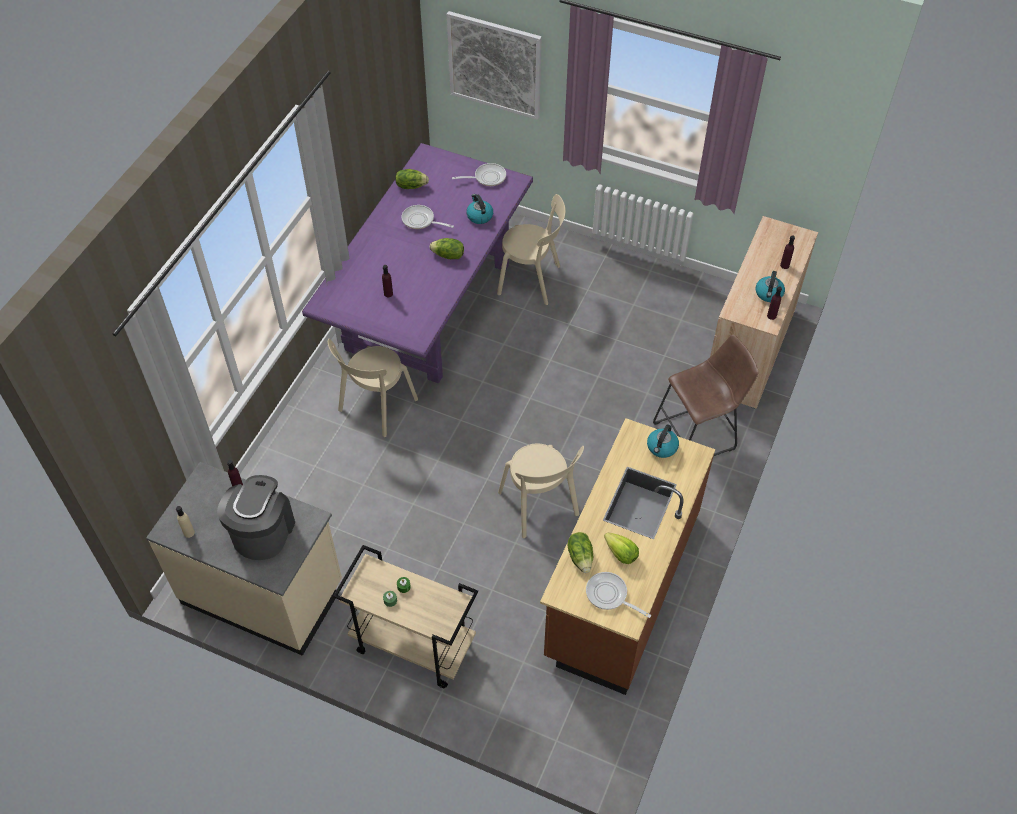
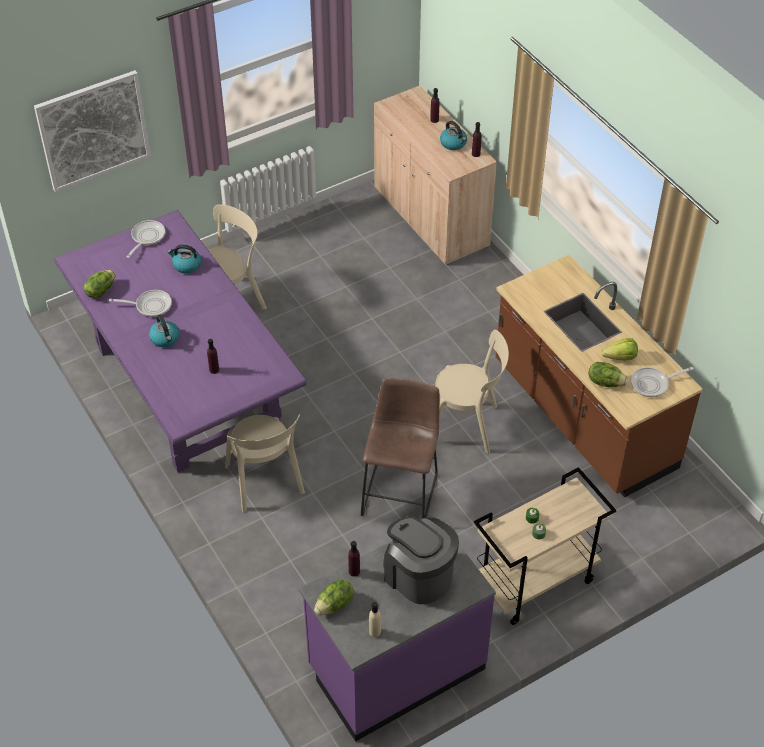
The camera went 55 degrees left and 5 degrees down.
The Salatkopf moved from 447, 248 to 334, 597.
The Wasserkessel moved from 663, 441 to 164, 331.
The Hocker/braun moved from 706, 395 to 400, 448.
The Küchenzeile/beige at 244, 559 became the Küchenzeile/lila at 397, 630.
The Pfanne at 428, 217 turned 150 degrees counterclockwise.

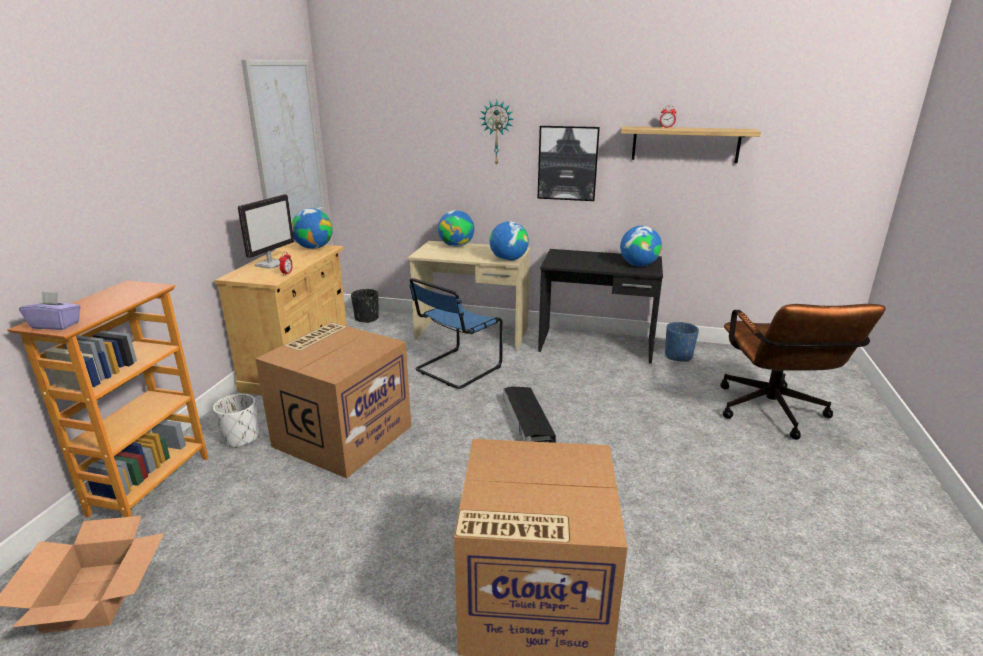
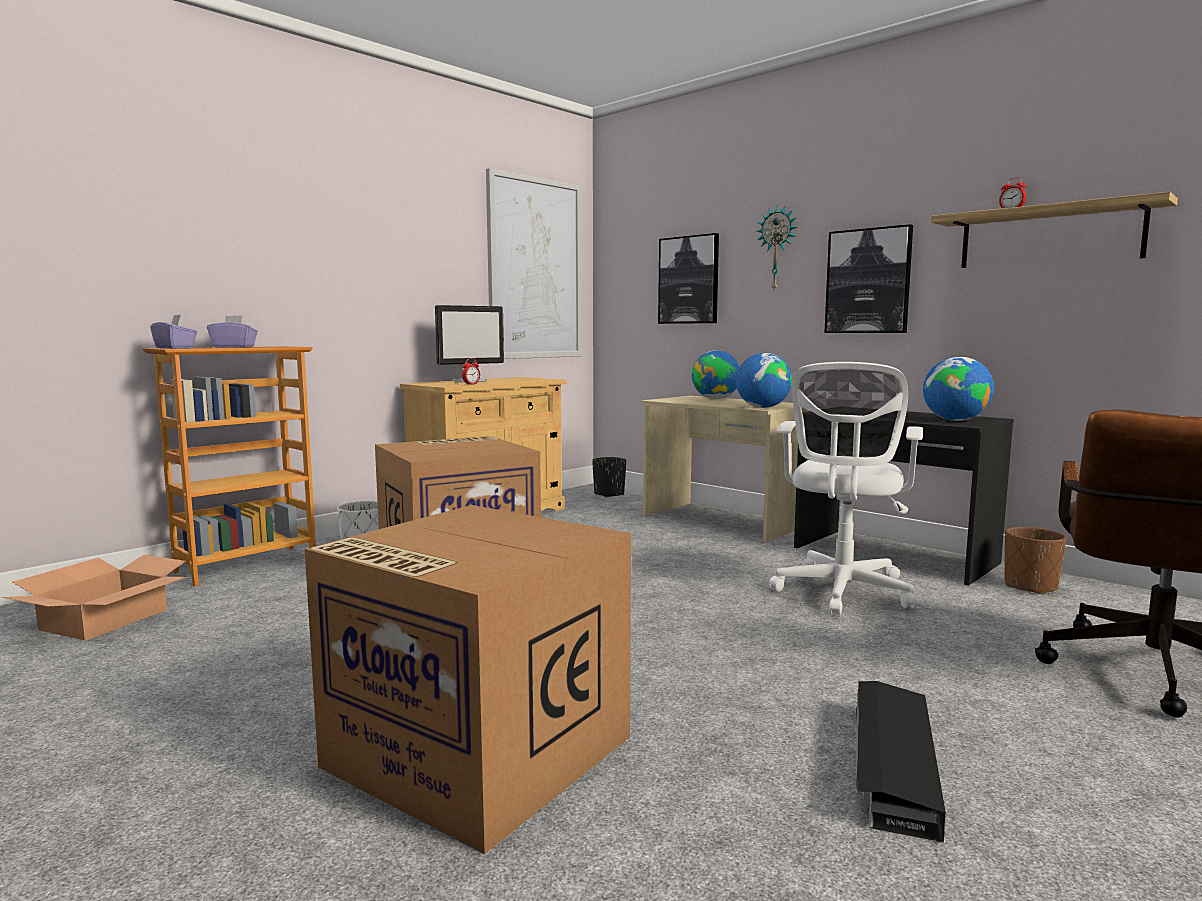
The camera went 30 degrees right and 15 degrees down.
The Globus at 312, 228 disappeared.
The Stuhl/blau at 456, 333 disappeared.
The Taschentuchbox/lila at 232, 331 appeared.
The Bild at 688, 278 appeared.
The Bürostuhl/weiß at 845, 488 appeared.
The Aufbewahrungsbox/schwarz moved from 530, 414 to 901, 762.
The Pflanzkübel/blau at 682, 342 became the Pflanzkübel/braun at 1035, 561.

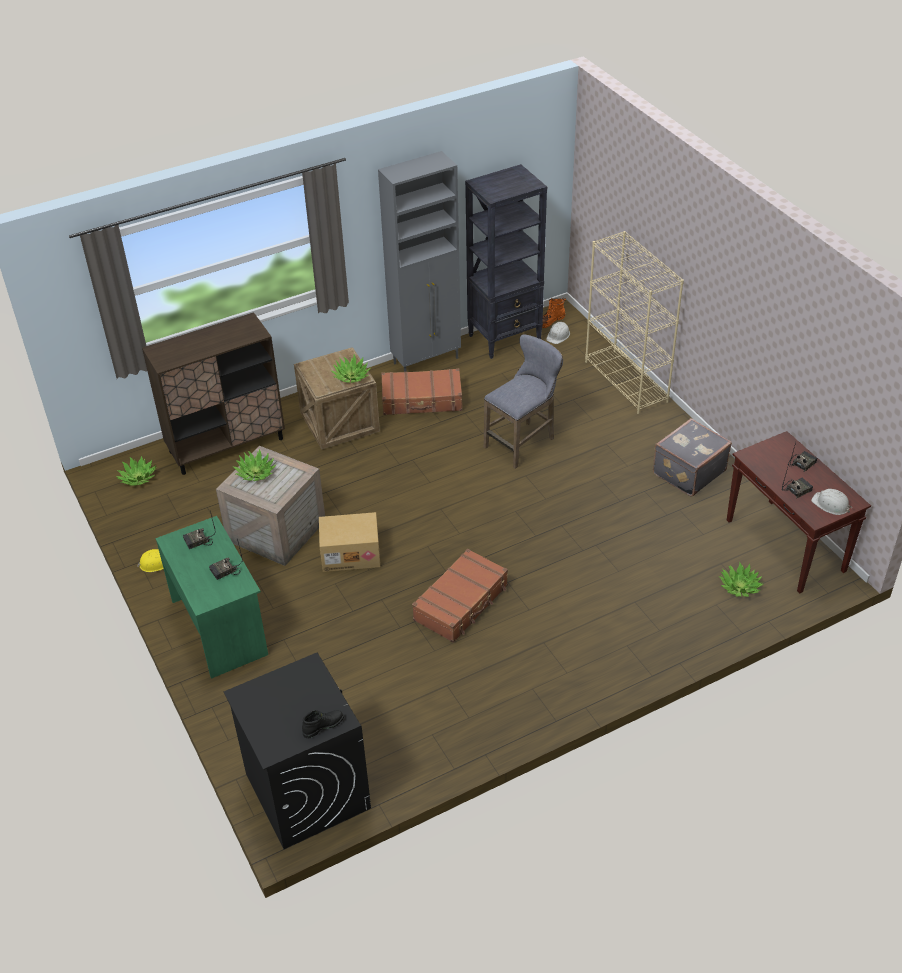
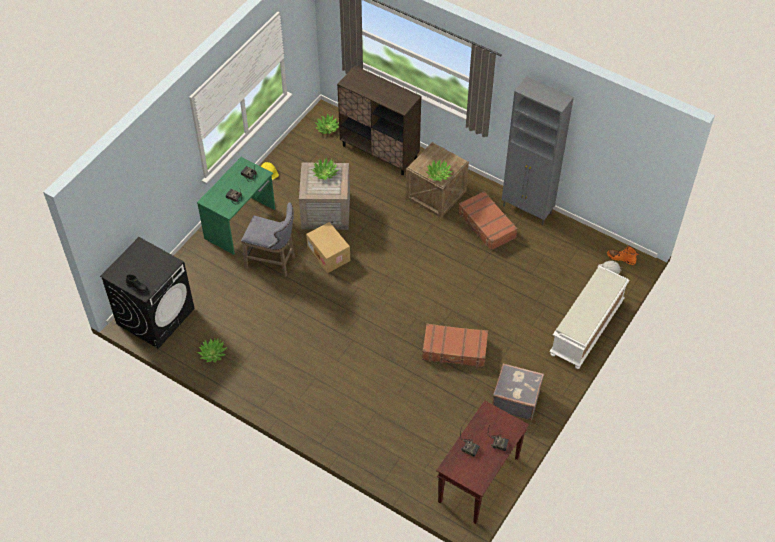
The camera went 60 degrees right and 10 degrees up.
The Bücherregal/schwarz at 506, 261 disappeared.
The Schutzhelm/weiß at 831, 502 disappeared.
The Koffer/braun moved from 460, 596 to 455, 345.
The Hocker/grau moved from 523, 401 to 268, 239.
The Topfpflanze moved from 740, 580 to 212, 350.
The Bücherregal/beige at 634, 322 was replaced by the Bank/weiß at 589, 317.

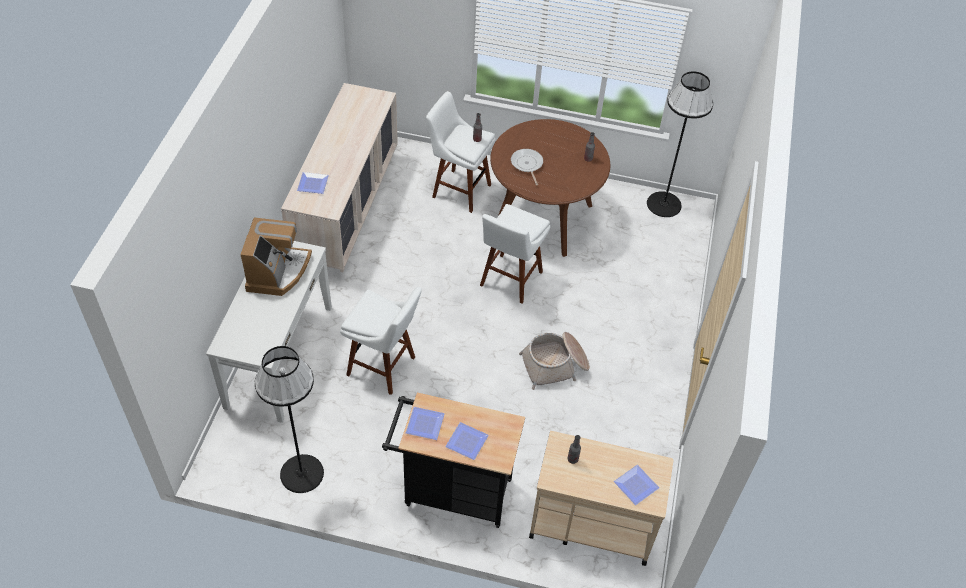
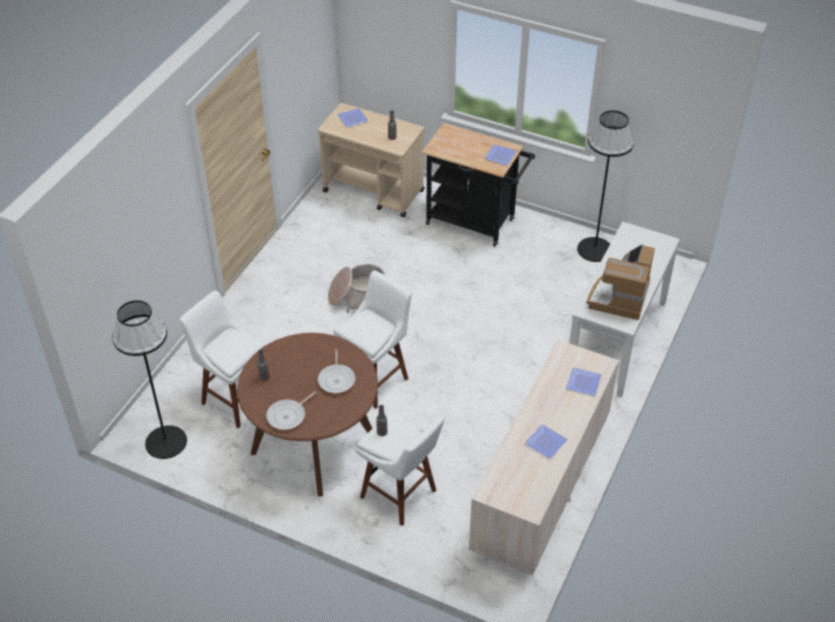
The camera went 165 degrees left and 5 degrees down.
The Pfanne at 291, 410 appeared.
The Hocker/weiß moved from 381, 341 to 223, 359.
The Teller moved from 467, 441 to 546, 441.

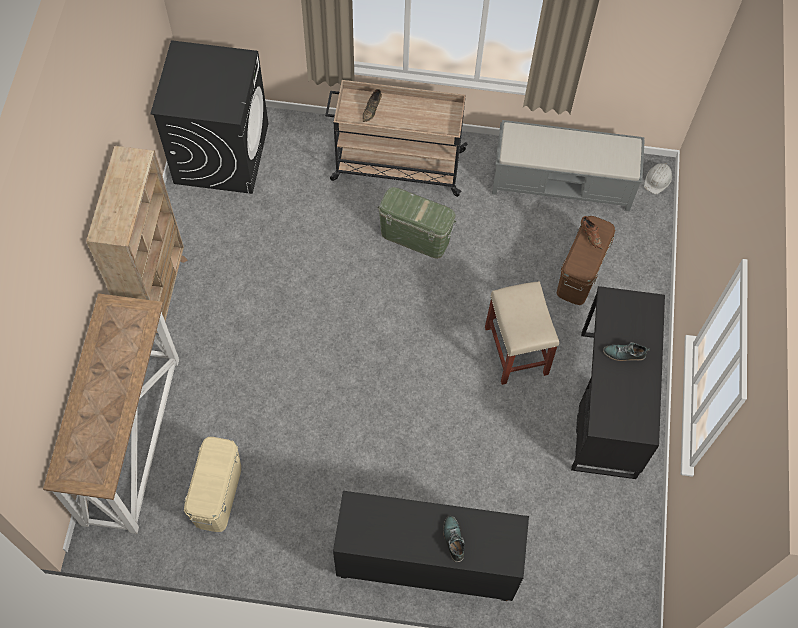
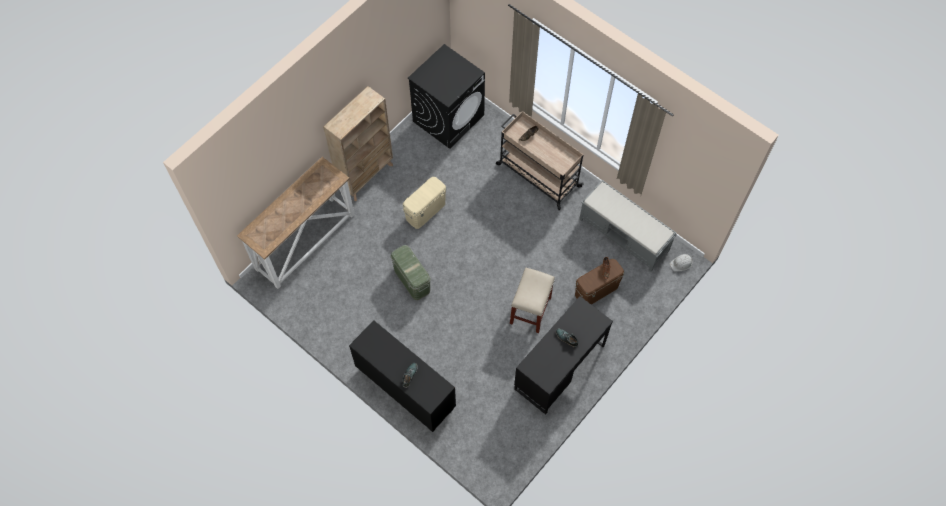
The camera went 35 degrees right and 0 degrees up.
The Aufbewahrungsbox/beige moved from 212, 484 to 424, 203.
The Aufbewahrungsbox/grün moved from 417, 223 to 411, 272.

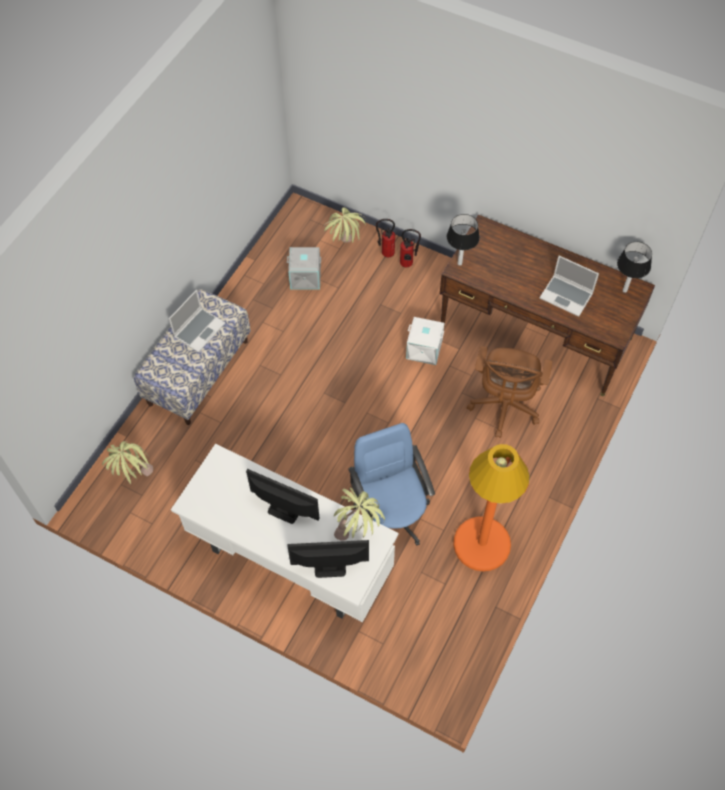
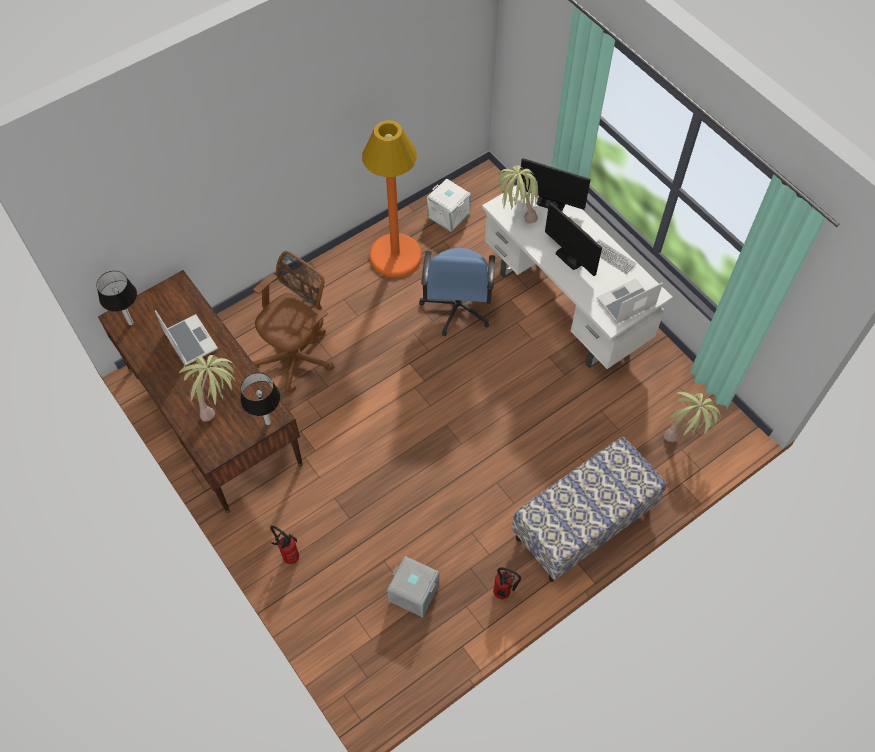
The camera went 155 degrees left and 0 degrees up.
The Tastatur at 616, 257 appeared.
The Laptop moved from 197, 321 to 630, 301.
The Topfpflanze moved from 345, 225 to 207, 388.
The Feuerlöscher moved from 385, 238 to 507, 583.
The Aufbewahrungsbox/weiß moved from 425, 341 to 449, 205.

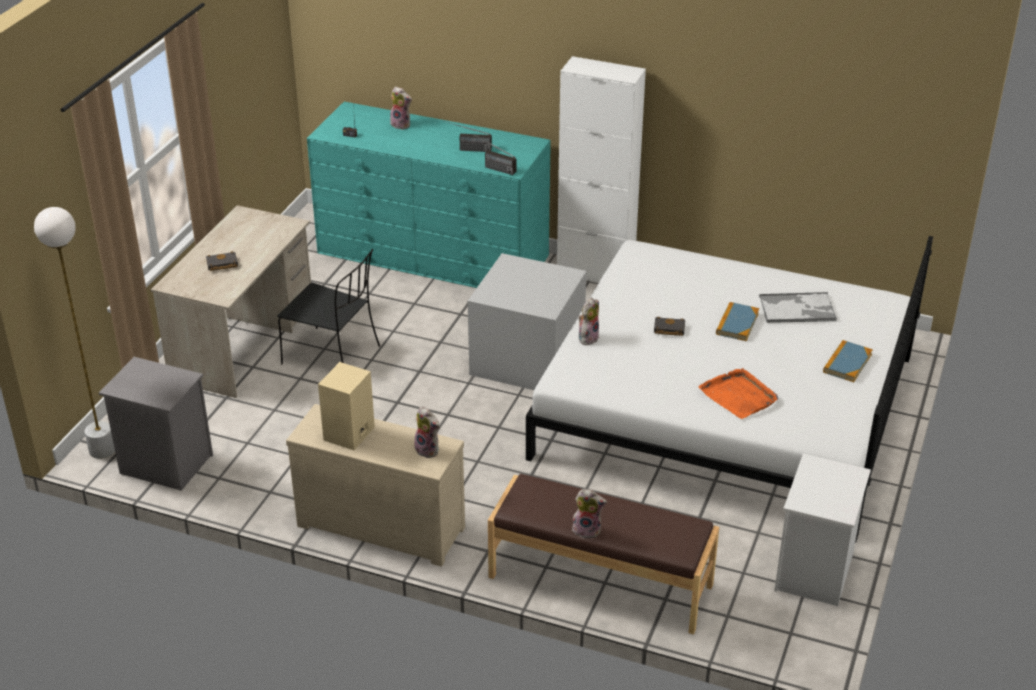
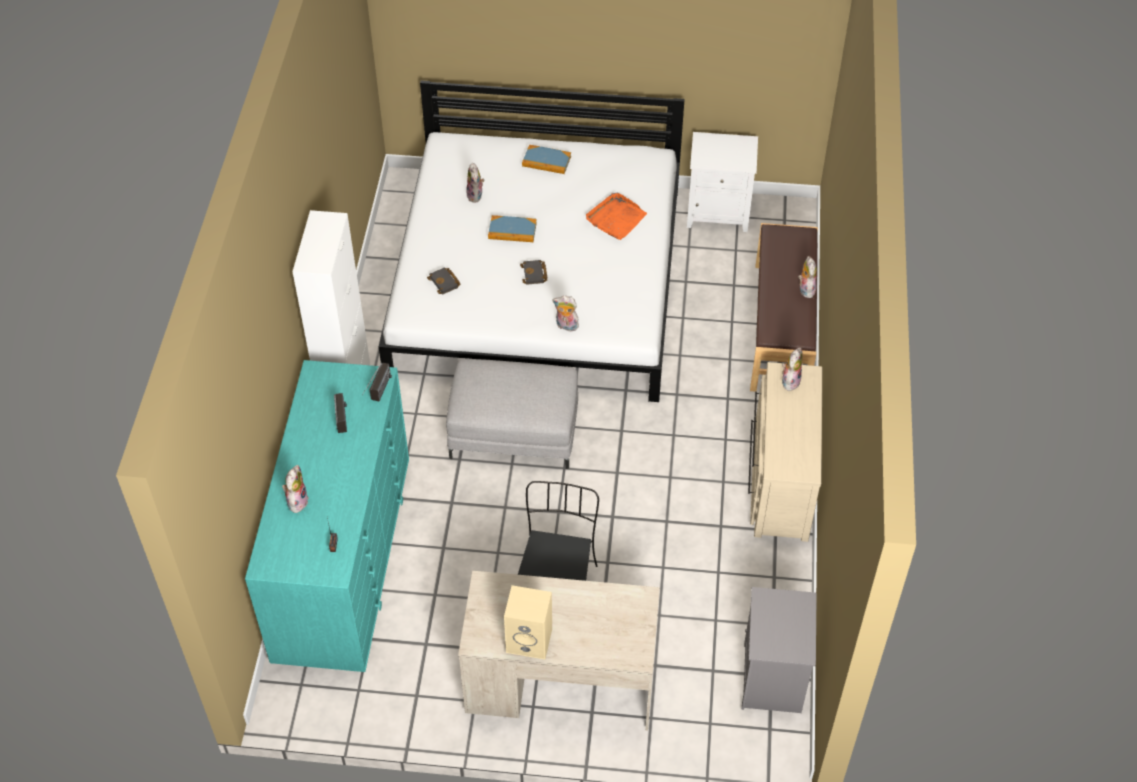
The camera went 105 degrees left and 15 degrees up.
The Stehlampe/weiß at 74, 333 disappeared.
The Buch/schwarz moved from 222, 261 to 443, 281.
The Lautsprecher/beige moved from 346, 406 to 528, 622.
The Aufbewahrungsbox/grau at 527, 321 was replaced by the Polsterhocker/grau at 512, 414.
The Tablett at 798, 307 was replaced by the Plüschtier at 475, 182.

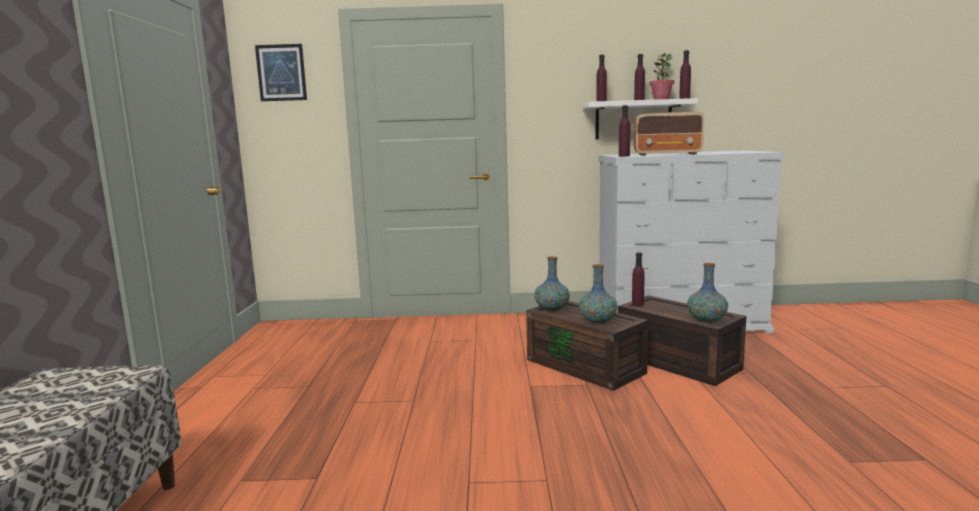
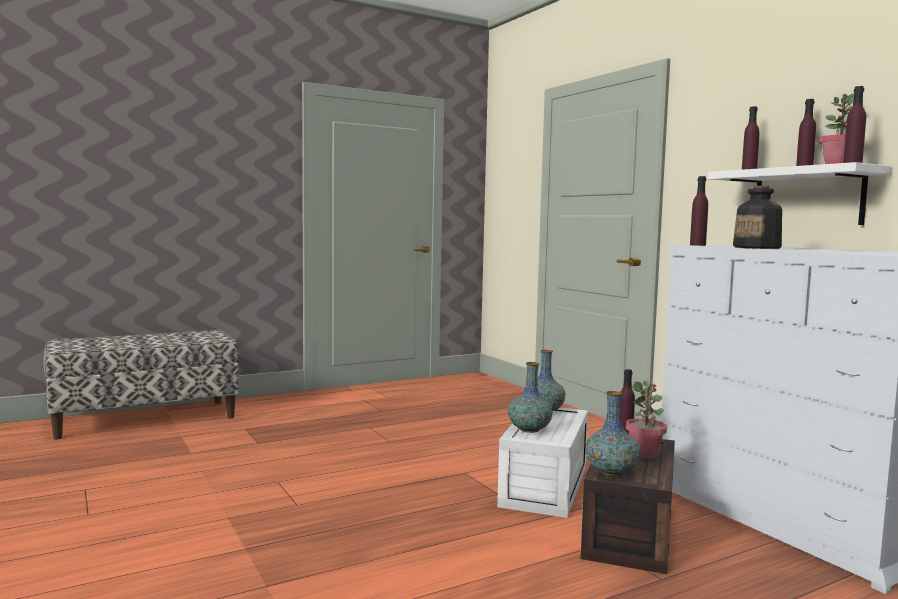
The camera went 60 degrees right and 5 degrees down.
The Bild at 281, 72 disappeared.
The Topfpflanze at 646, 419 appeared.
The Radio at 669, 134 was replaced by the Flasche at 757, 217.
The Aufbewahrungsbox/braun at 587, 346 became the Aufbewahrungsbox/weiß at 542, 463.

